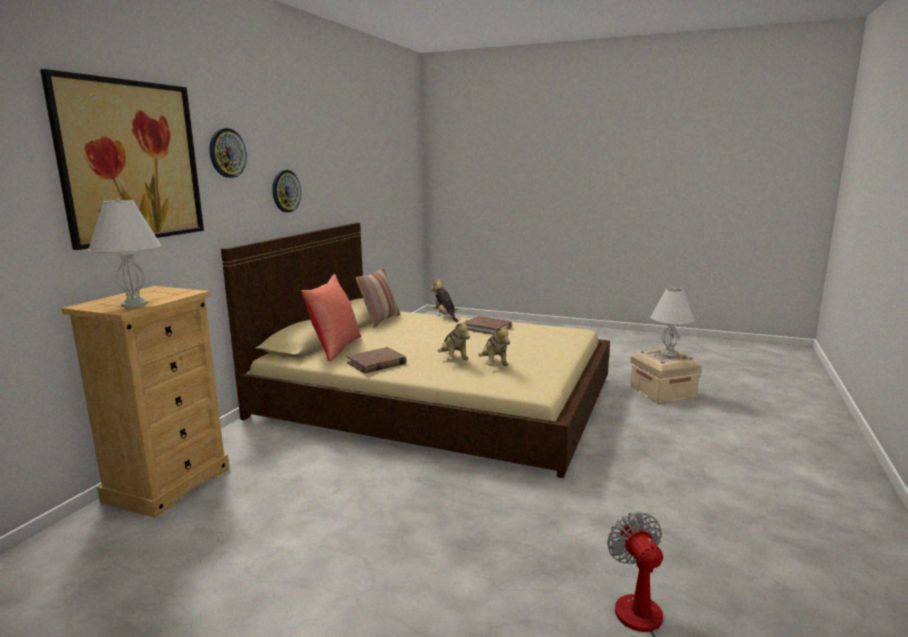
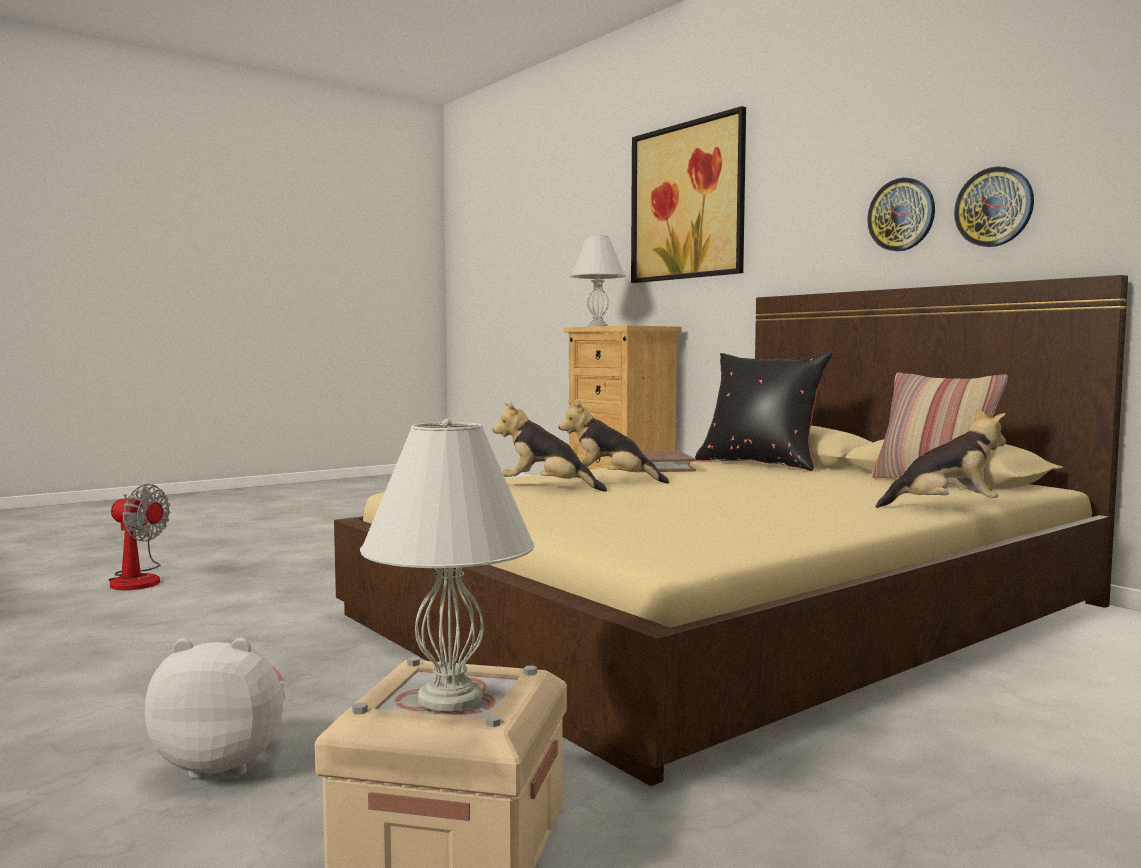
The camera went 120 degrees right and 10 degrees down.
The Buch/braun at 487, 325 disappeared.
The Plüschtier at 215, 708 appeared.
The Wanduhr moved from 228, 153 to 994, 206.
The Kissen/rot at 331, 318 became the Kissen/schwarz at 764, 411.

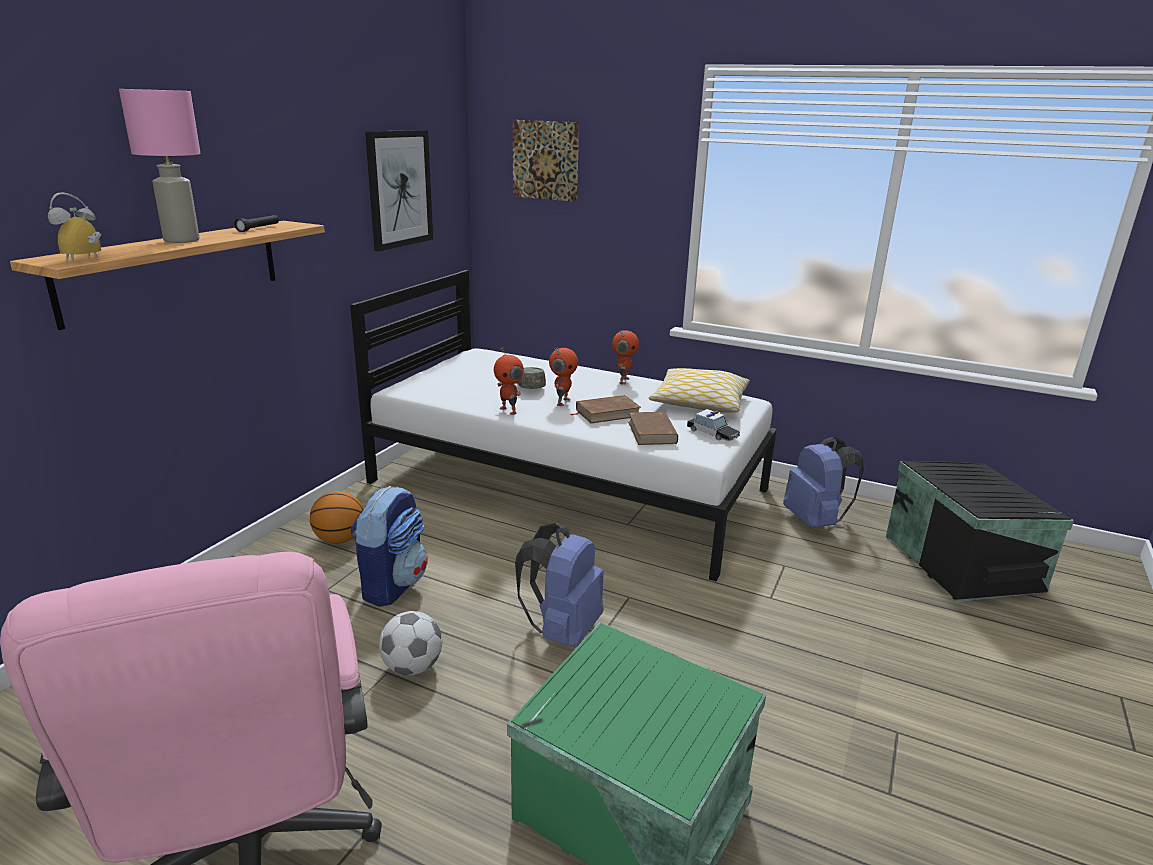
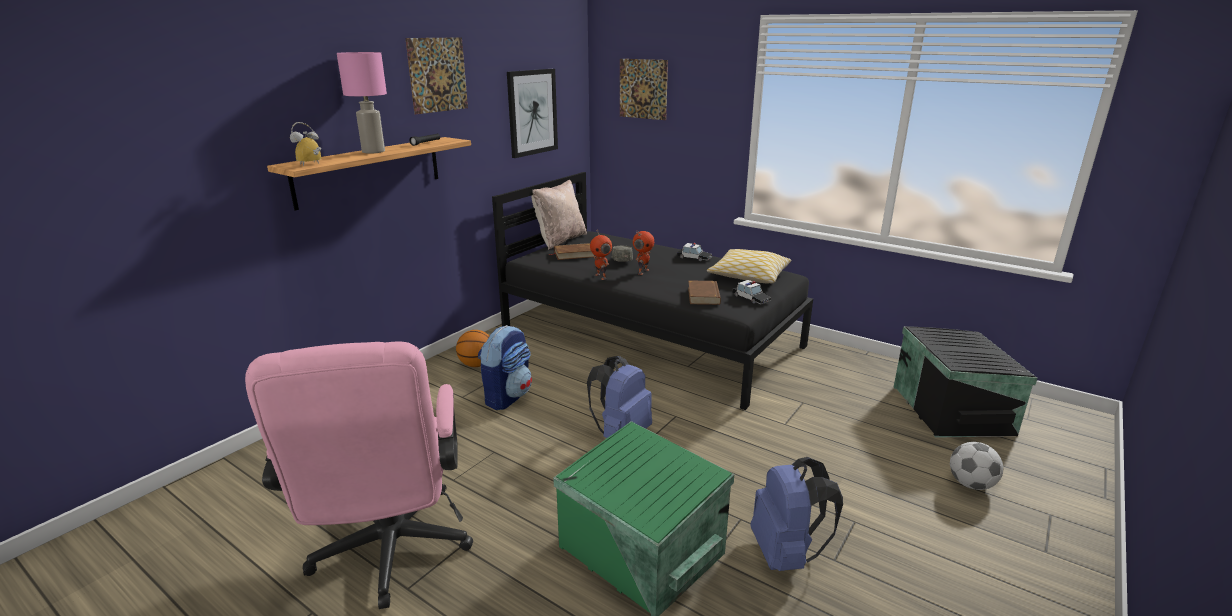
The camera went 10 degrees right and 0 degrees up.
The Bild at 436, 75 appeared.
The Kissen/beige at 559, 215 appeared.
The Fußball moved from 410, 643 to 976, 466.
The Buch/braun moved from 606, 409 to 571, 251.
The Rucksack/blau moved from 823, 482 to 796, 514.
The Spielzeugroboter at 625, 357 was replaced by the Spielzeugauto at 694, 252.
The Bett/weiß at 563, 425 became the Bett/schwarz at 652, 291.

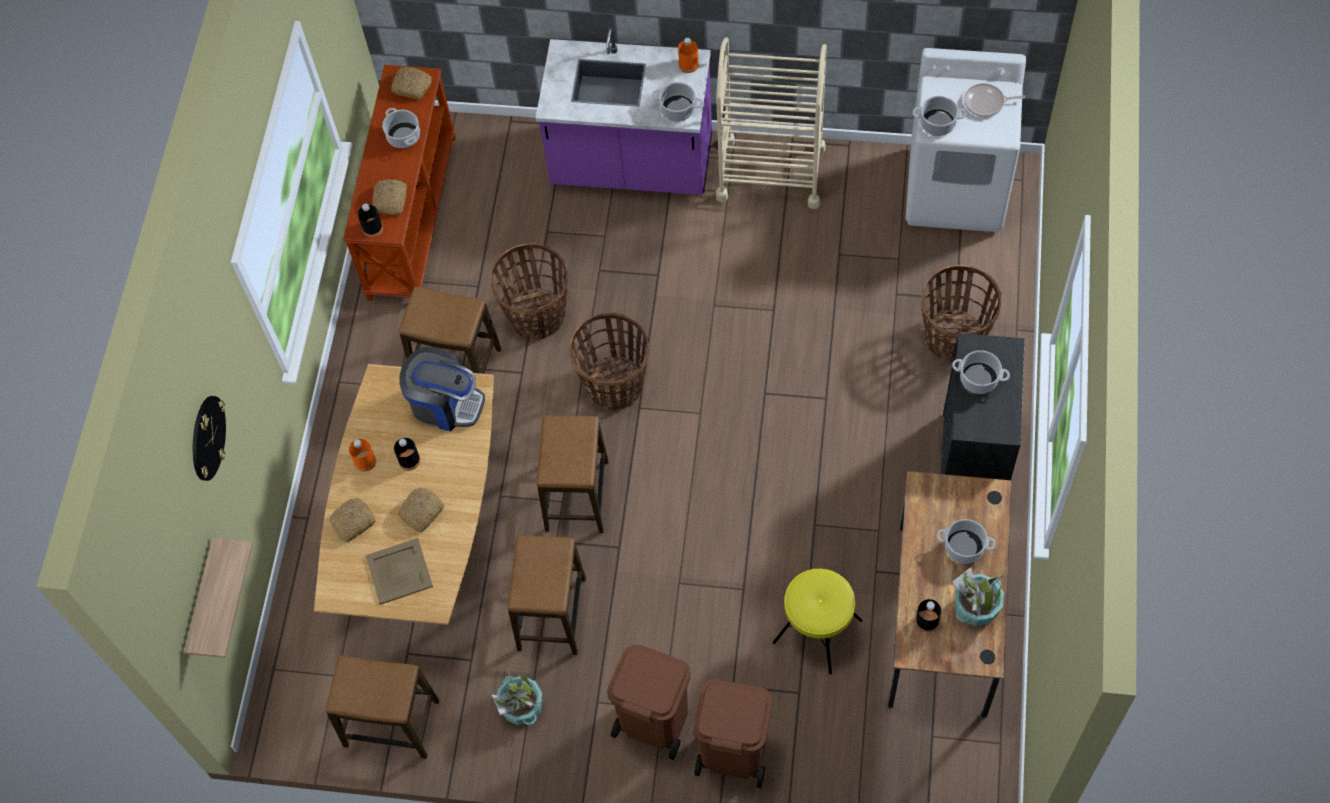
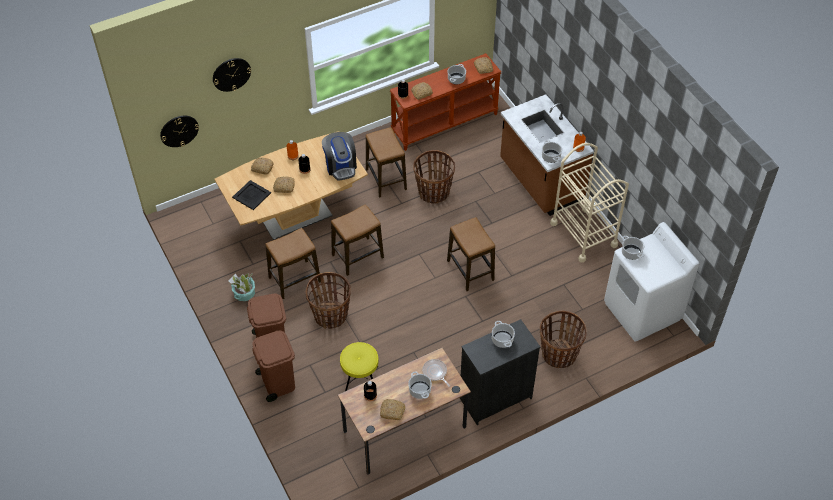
The camera went 50 degrees right and 10 degrees down.
The Hocker moved from 382, 707 to 471, 254.
The Korb moved from 609, 361 to 328, 300.
The Pfanne moved from 994, 100 to 436, 373.
The Wandregal at 218, 597 was replaced by the Wanduhr at 179, 131.
The Topfpflanze at 978, 596 was replaced by the Brot at 392, 409.
The Tablett/beige at 399, 571 became the Tablett/schwarz at 251, 195.
The Küchenzeile/lila at 624, 111 became the Küchenzeile/braun at 547, 155.

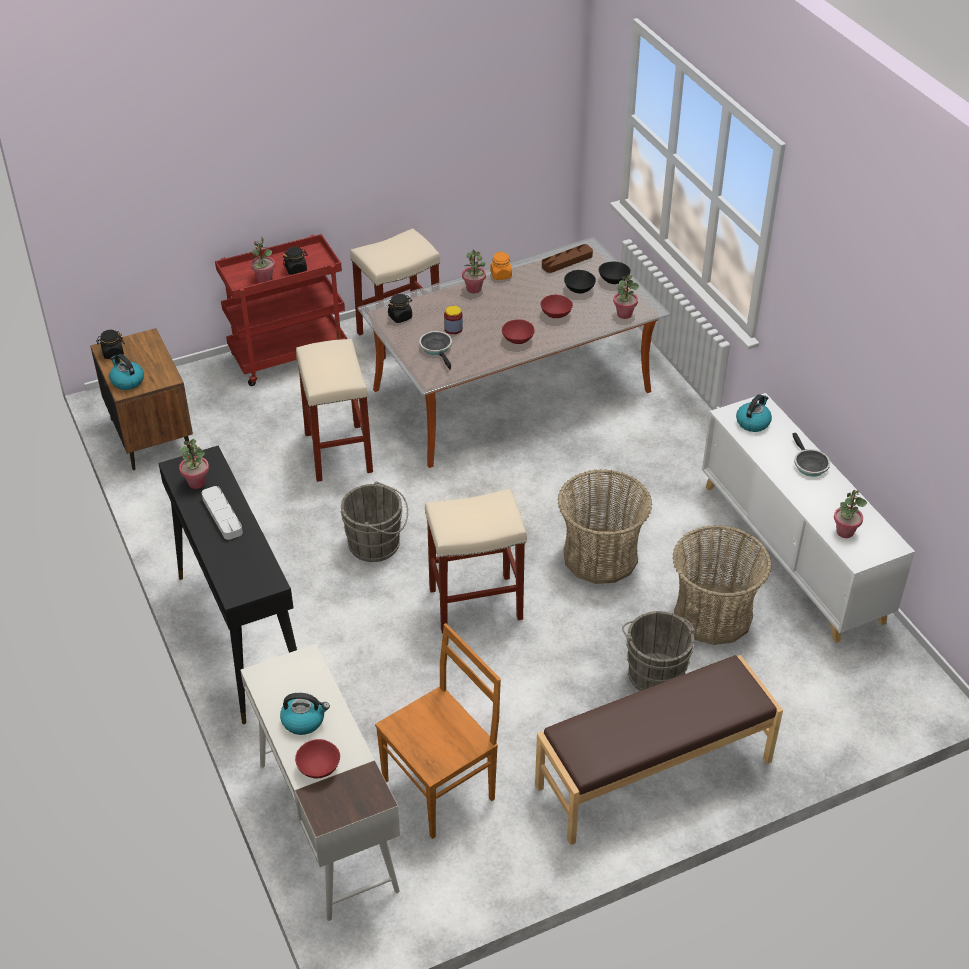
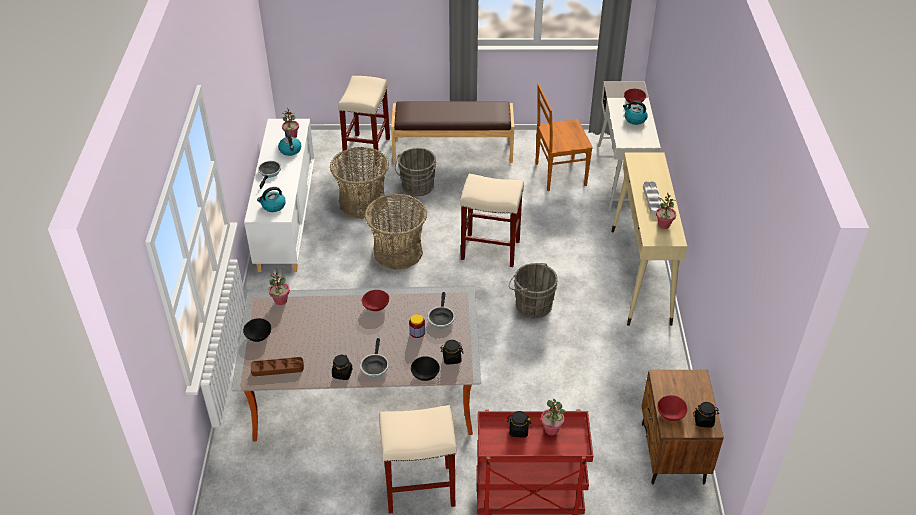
The camera went 155 degrees left and 0 degrees up.
The Wasserkessel moved from 126, 372 to 289, 143.
The Hocker/beige moved from 334, 410 to 364, 120.
The Schüssel/rot moved from 557, 306 to 672, 408.
The Schüssel/schwarz moved from 580, 282 to 425, 368.
The Topfpflanze at 474, 271 was replaced by the Pfanne at 374, 358.
The Konsolentisch/schwarz at 227, 585 became the Konsolentisch/beige at 649, 239.
The Vorratsglas/orange at 501, 265 became the Vorratsglas/schwarz at 342, 367.

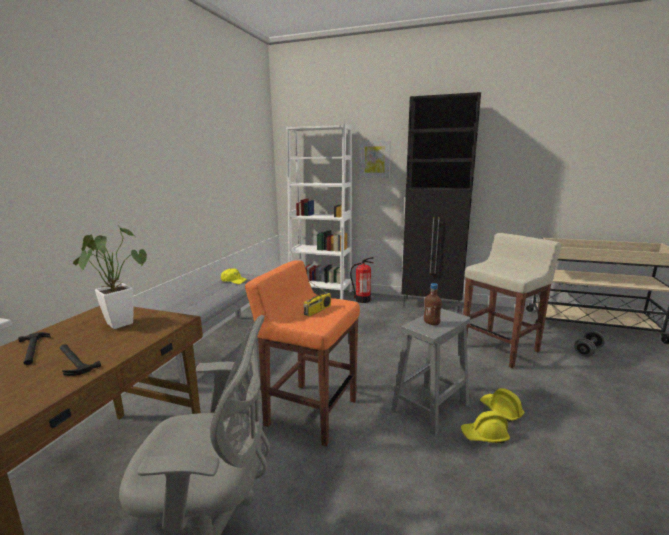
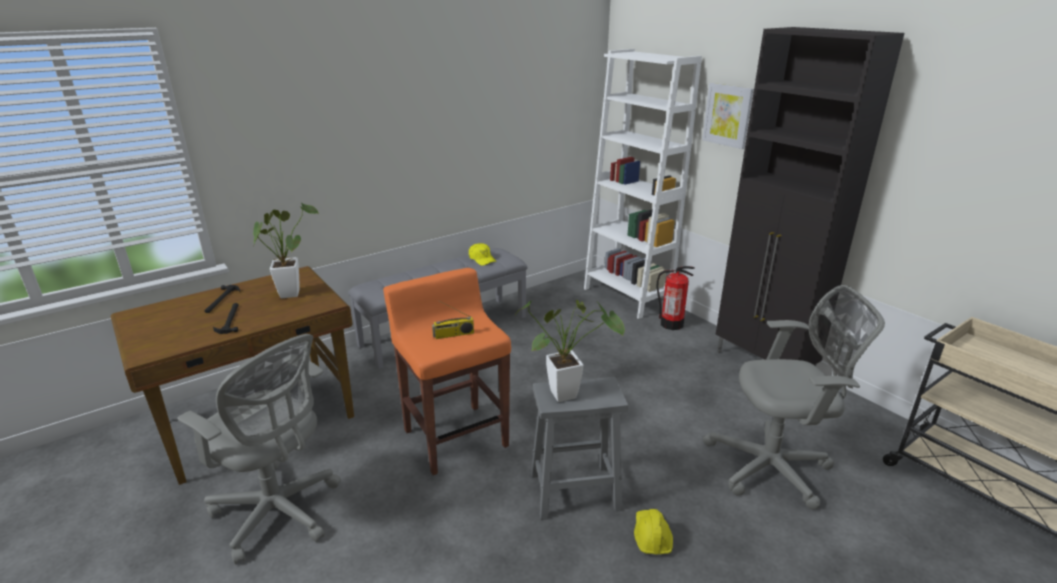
The camera went 35 degrees right and 10 degrees up.
The Schutzhelm/gelb at 485, 427 disappeared.
The Hantel/grau at 589, 344 disappeared.
The Flasche/braun at 433, 304 was replaced by the Topfpflanze at 570, 351.
The Hocker/beige at 512, 300 was replaced by the Bürostuhl/grau at 794, 397.

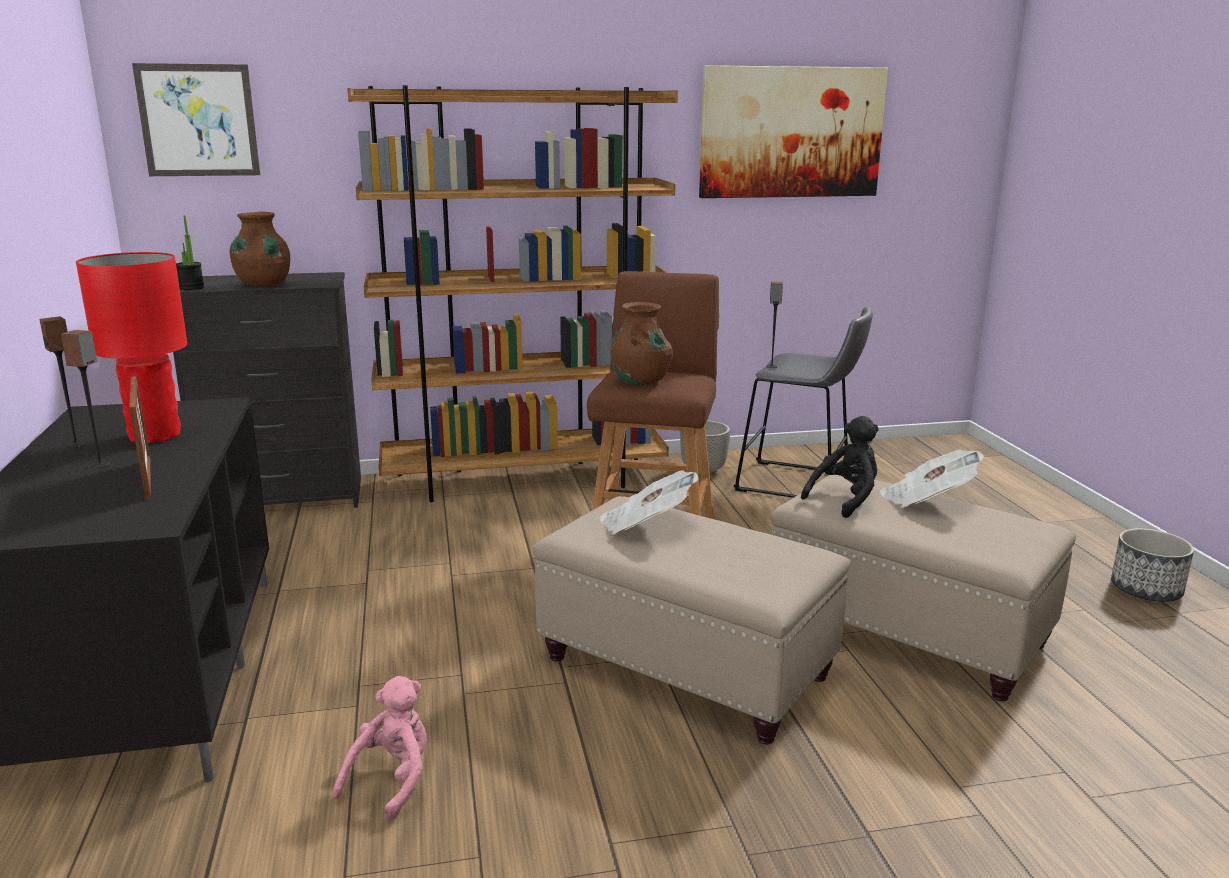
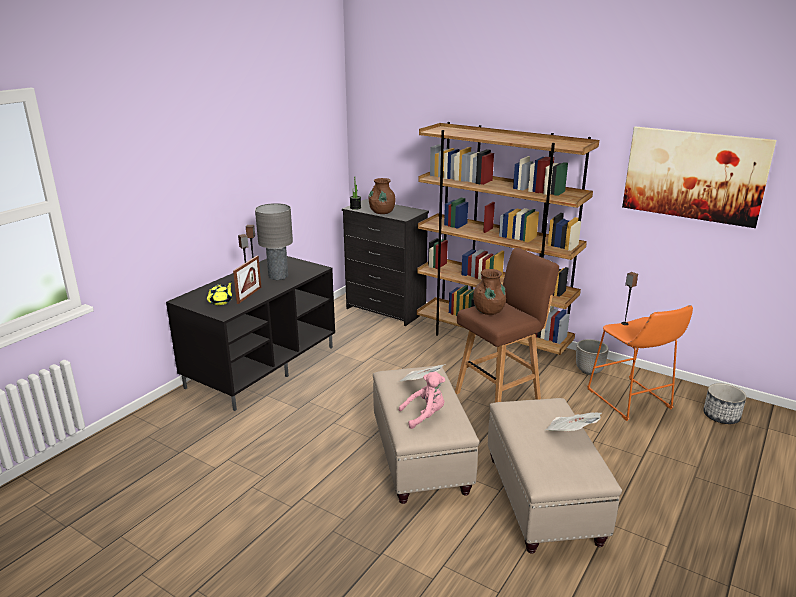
The camera went 45 degrees right and 5 degrees up.
The Bild at 196, 119 disappeared.
The Plüschtier/schwarz at 840, 467 disappeared.
The Teekanne/gelb at 219, 293 appeared.
The Plüschtier/rosa moved from 380, 748 to 422, 400.
The Pflanzkübel moved from 1152, 565 to 724, 403.
The Tischlampe/rot at 131, 348 became the Tischlampe/grau at 274, 241.
The Hocker/grau at 803, 402 became the Hocker/orange at 640, 363.

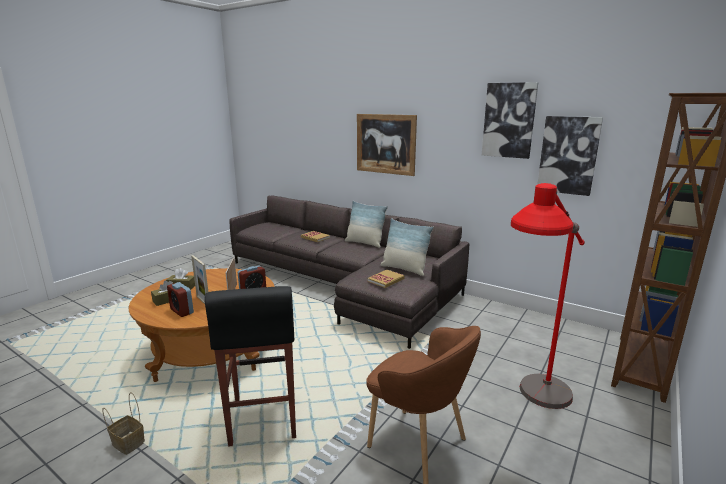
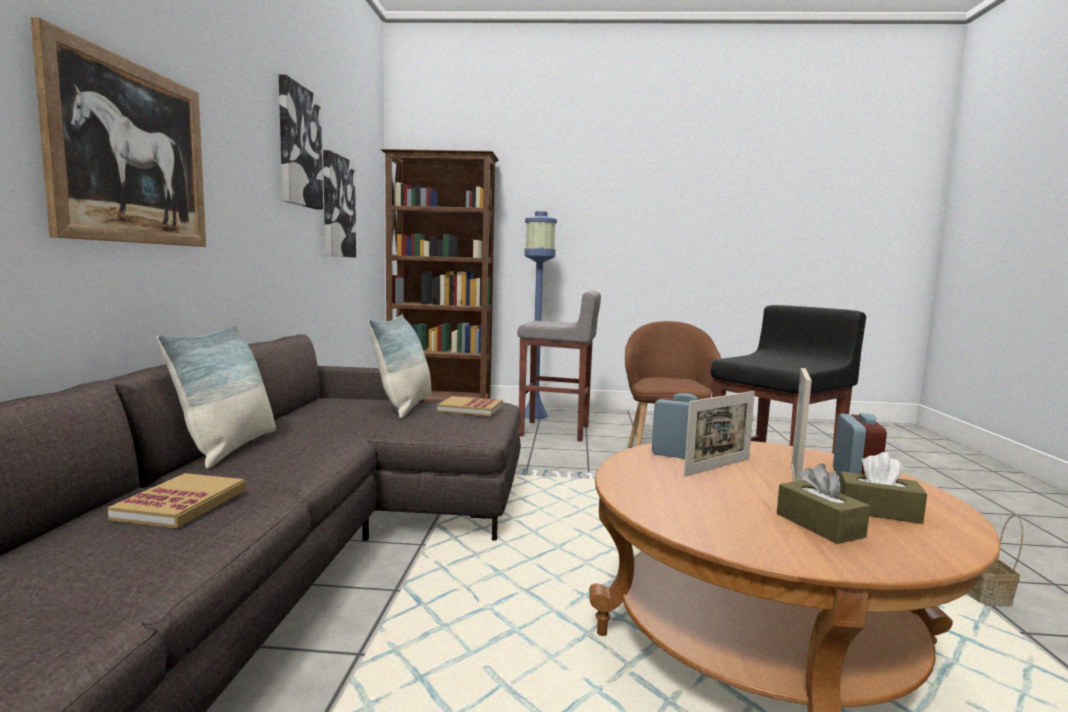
The camera went 120 degrees left and 10 degrees down.
The Stehlampe/blau at 540, 315 appeared.
The Stehlampe/rot at 548, 296 was replaced by the Hocker/grau at 559, 366.

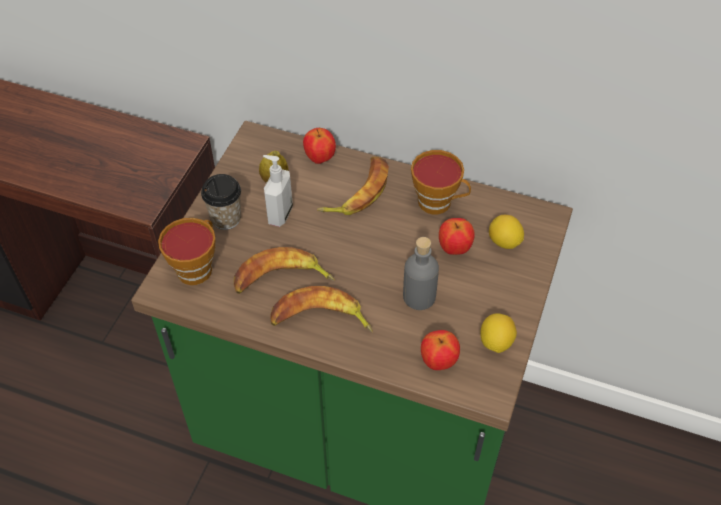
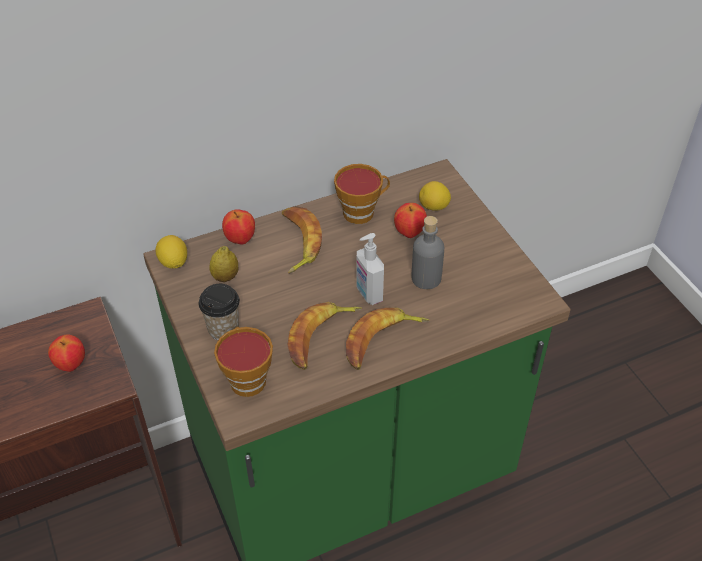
The camera went 45 degrees left and 5 degrees down.
The Seifenspender moved from 278, 191 to 370, 269.
The Apfel moved from 440, 350 to 66, 353.
The Zitrone moved from 498, 333 to 171, 252.

